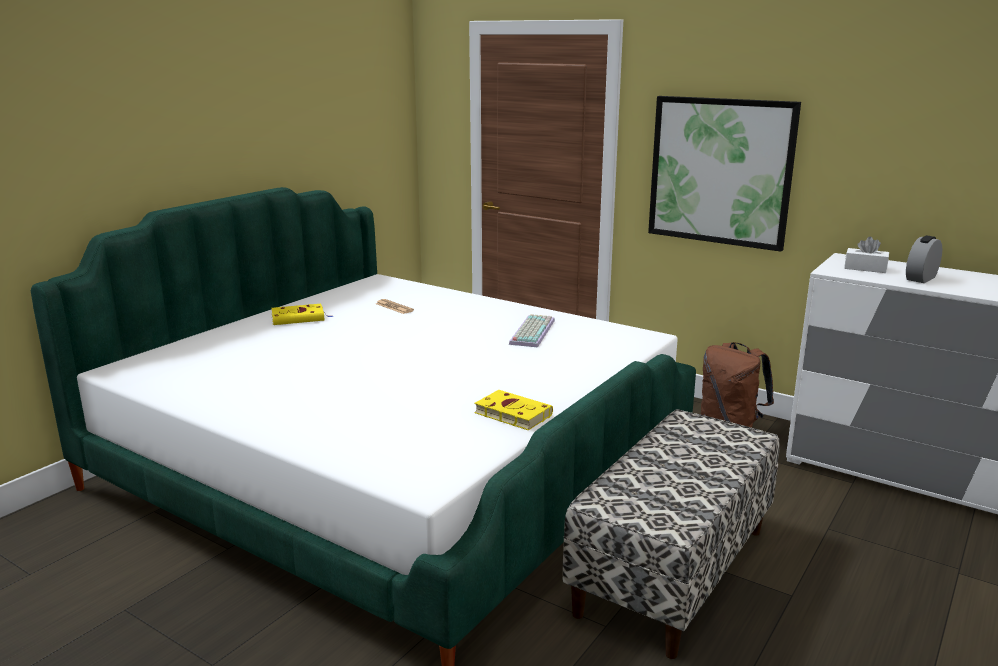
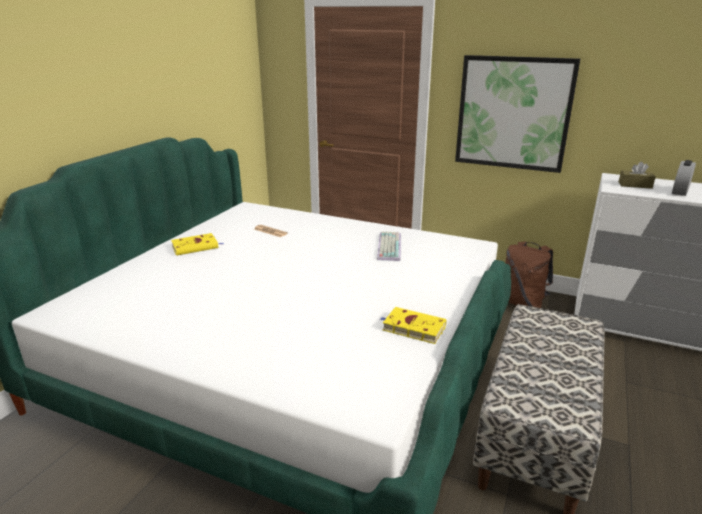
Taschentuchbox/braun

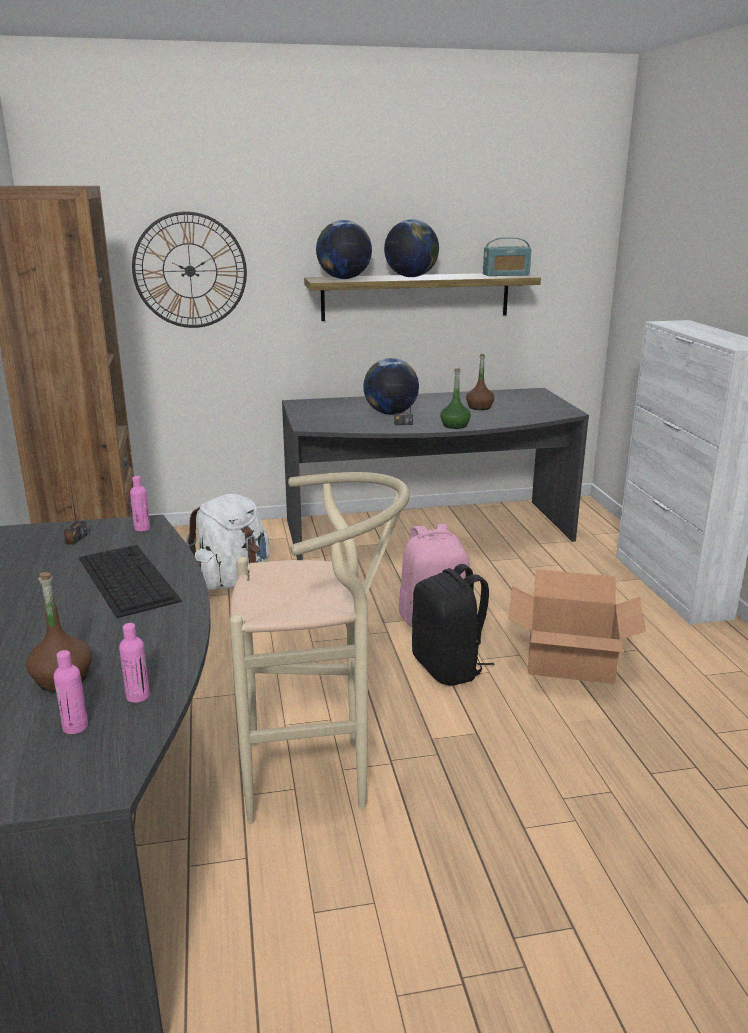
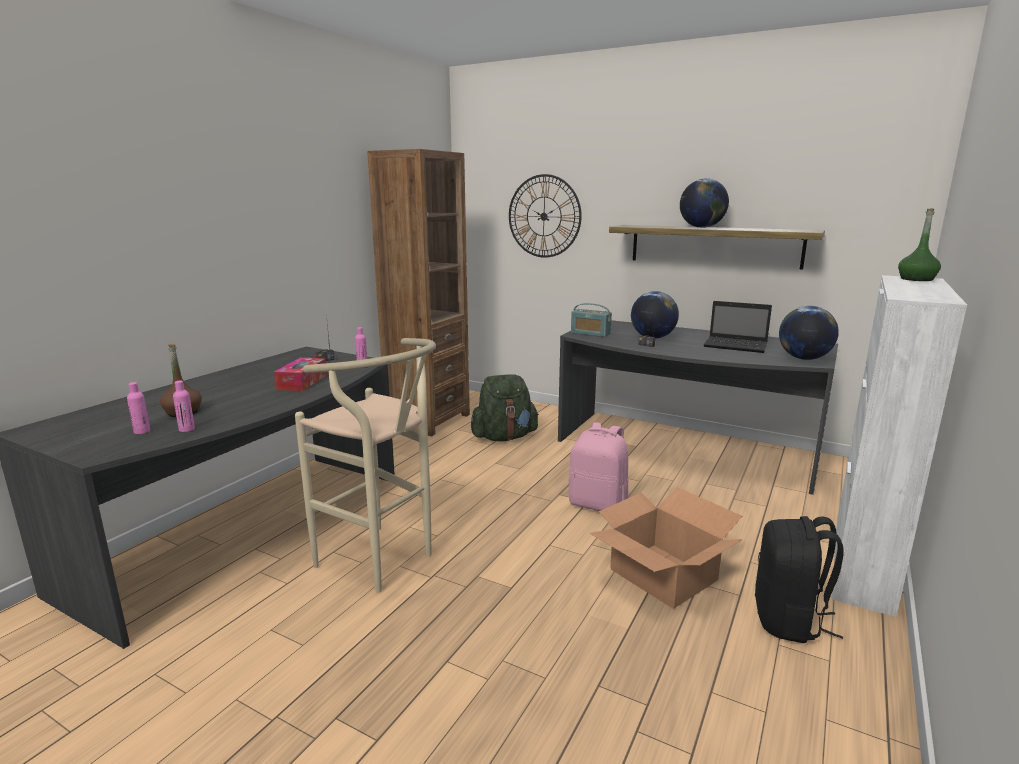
Taschentuchbox
Rucksack/grün
Radio (no. 2 from left)
Laptop
Rucksack/schwarz
Globus (no. 3 from left)
Flasche/grün

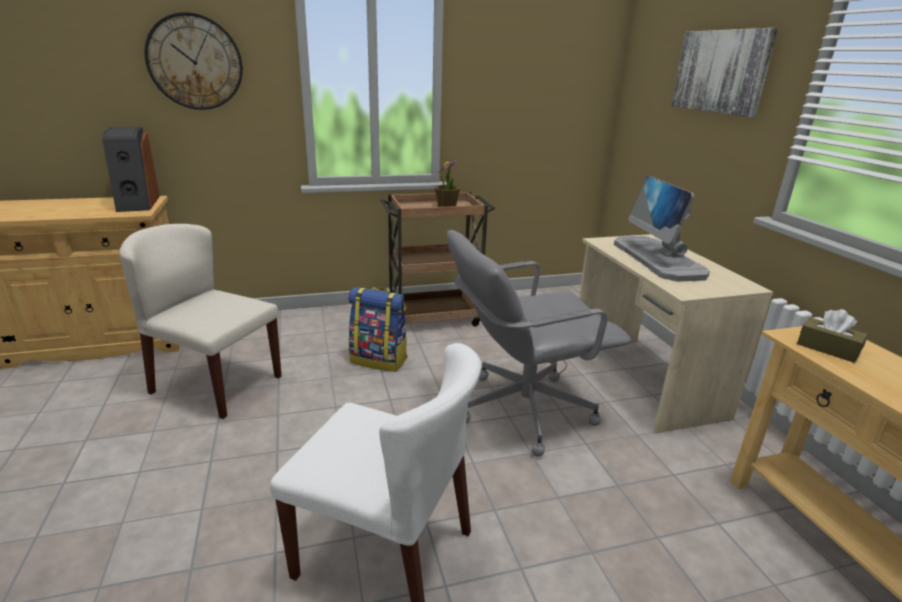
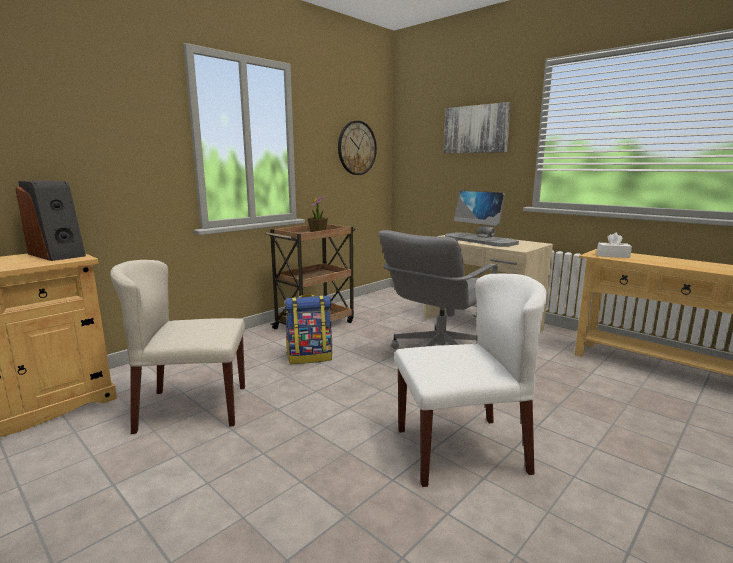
Wanduhr
Taschentuchbox/weiß

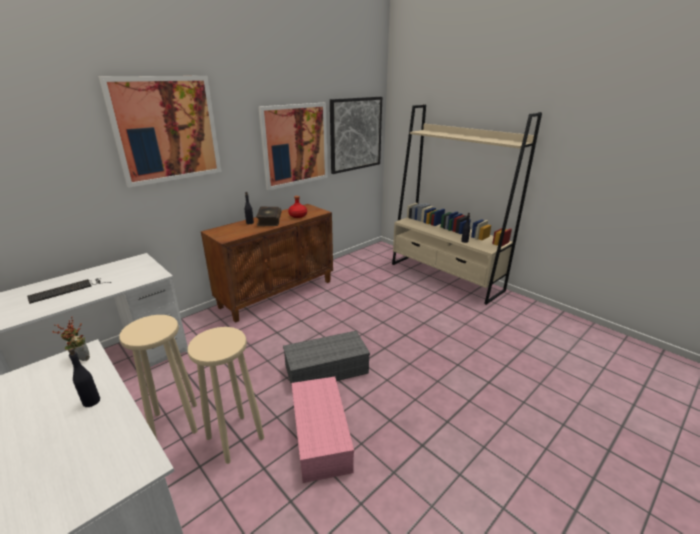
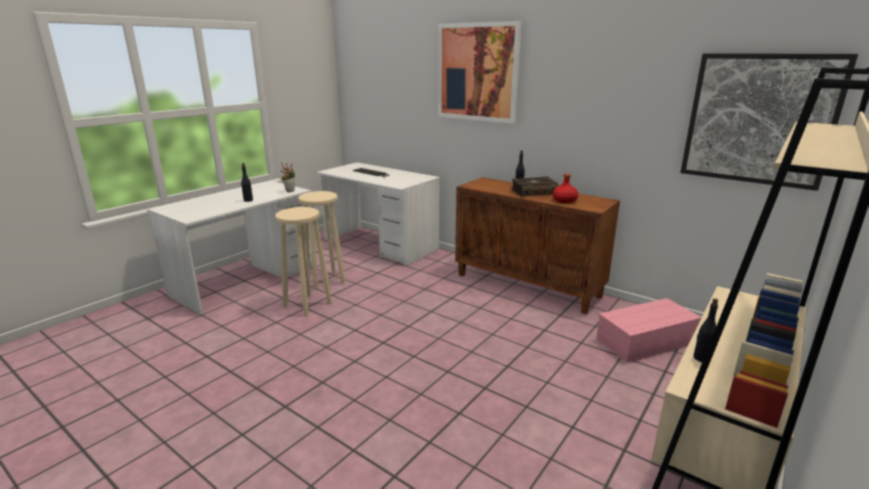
Aufbewahrungsbox/rosa
Bild (no. 2 from left in the first image)
Aufbewahrungsbox/grau

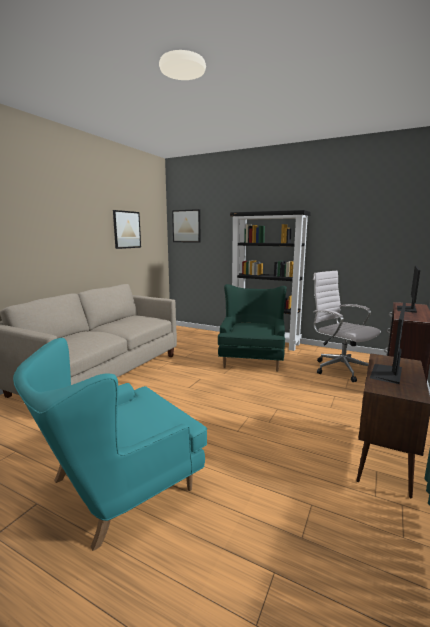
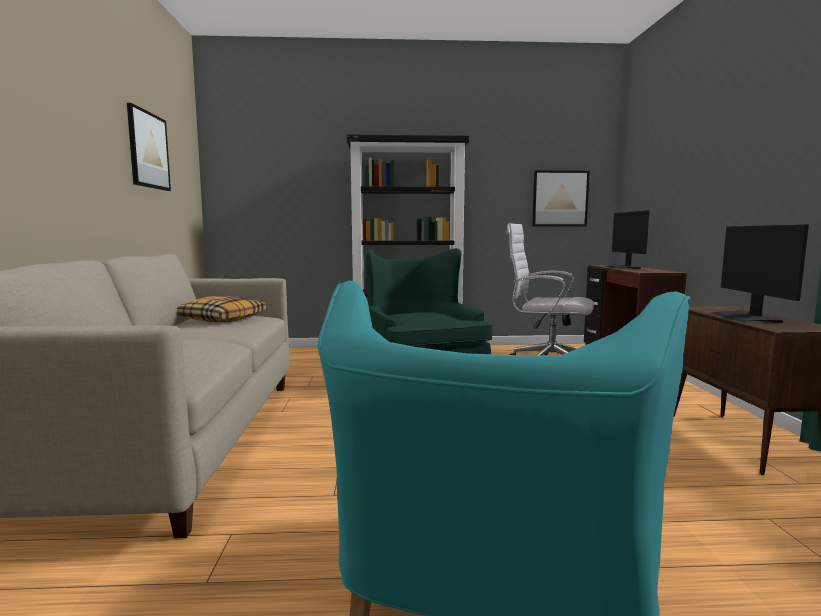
Kissen
Bild (no. 2 from left)

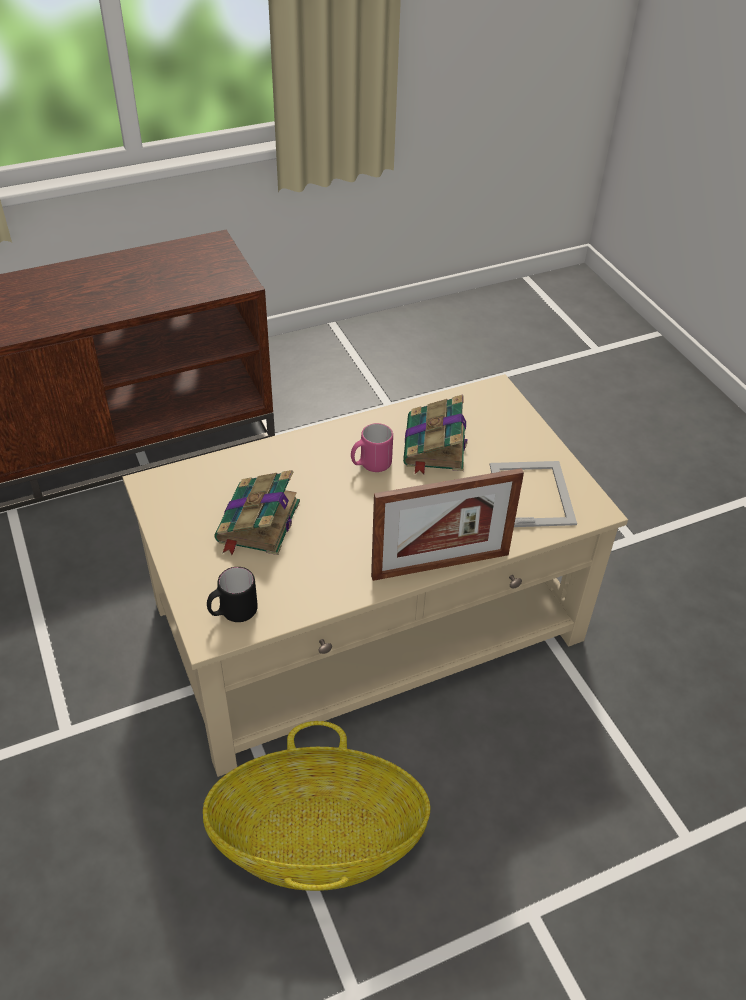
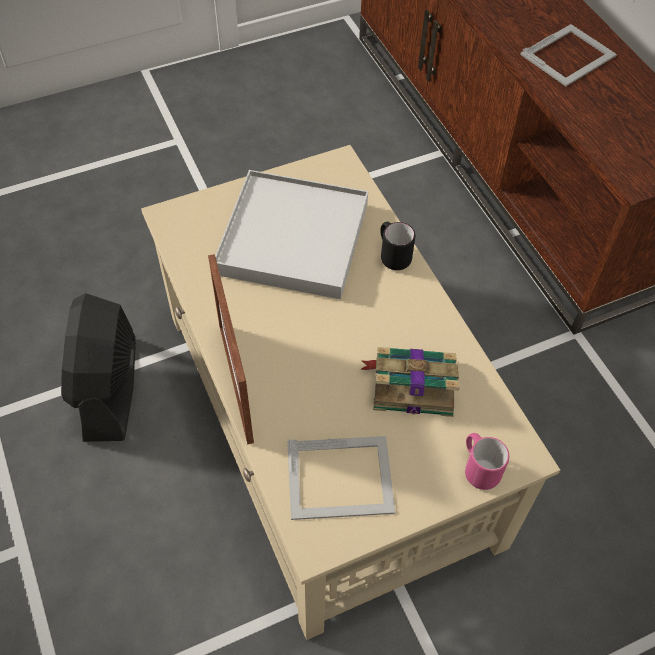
Ventilator/schwarz
Tablett/weiß
Henkelbecher/schwarz
Henkelbecher/rosa
Bilderrahmen (no. 3 from left)

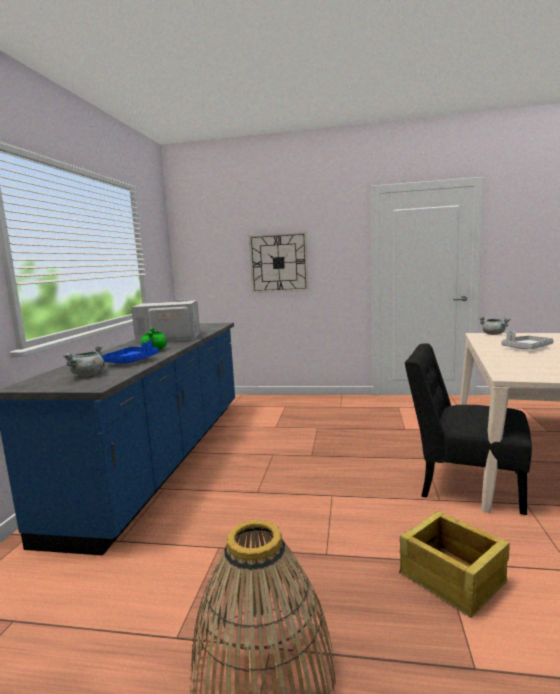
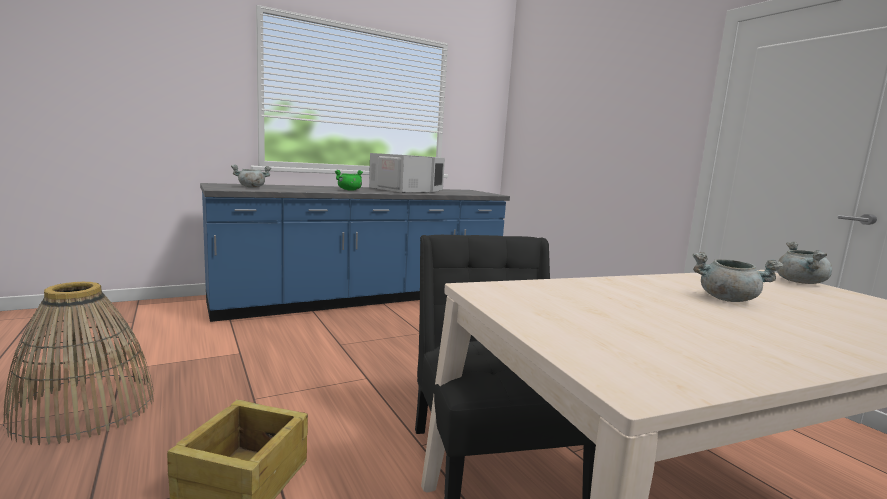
Kochtopf/grau (no. 2 from left)
Tablett/blau
Wanduhr

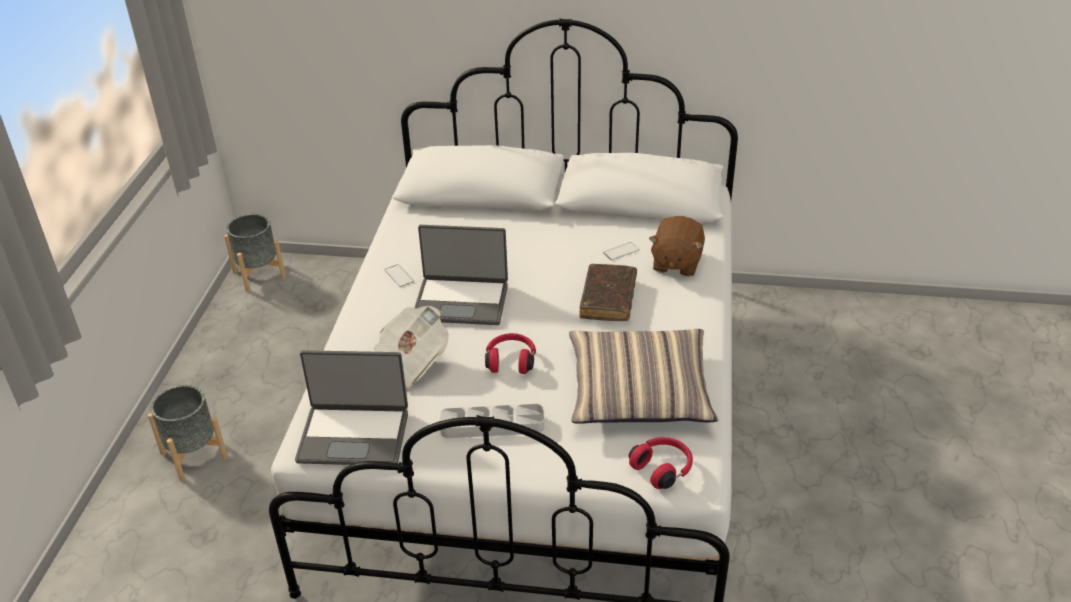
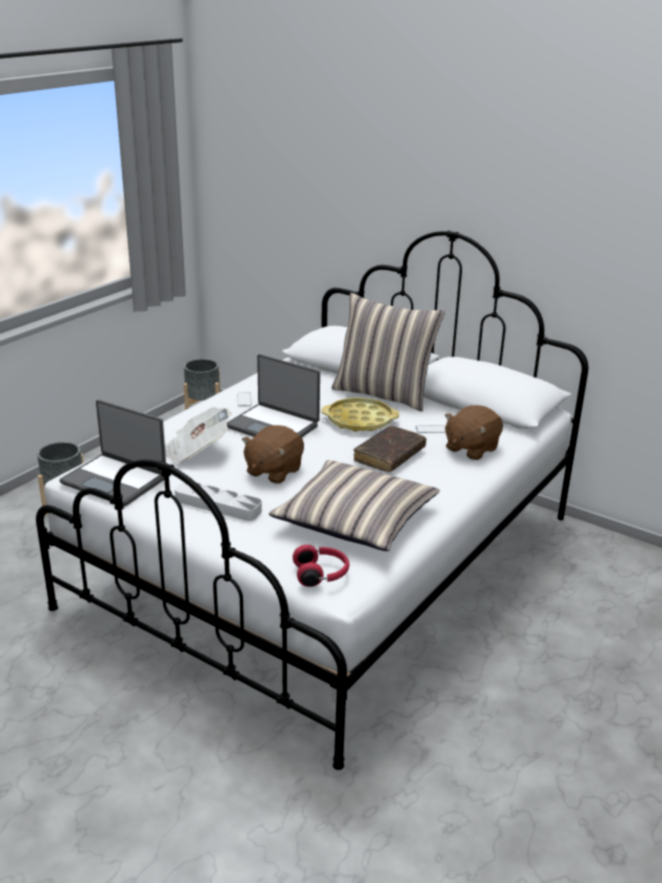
Plüschtier/braun (no. 1 from left)
Tablett/gelb
Kissen (no. 2 from left)

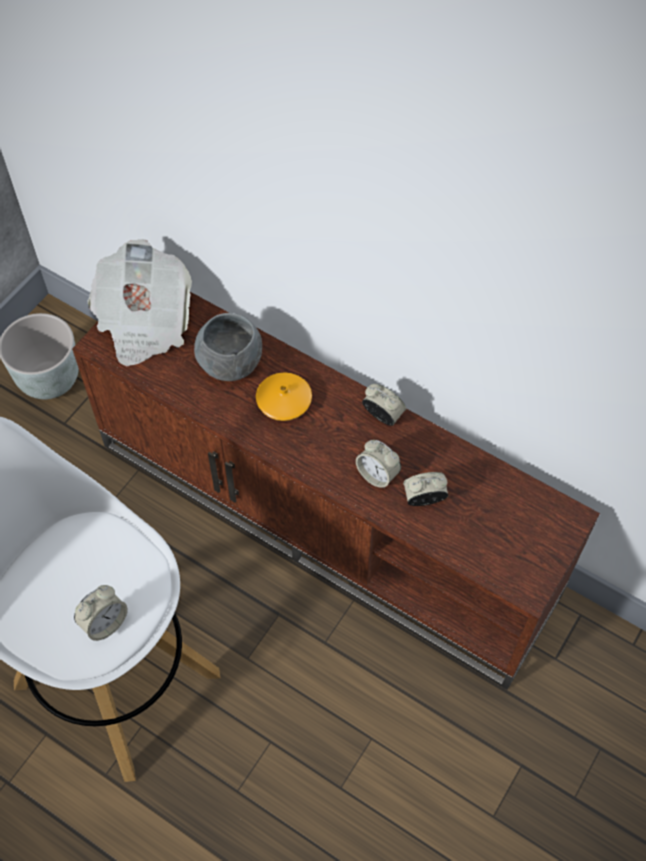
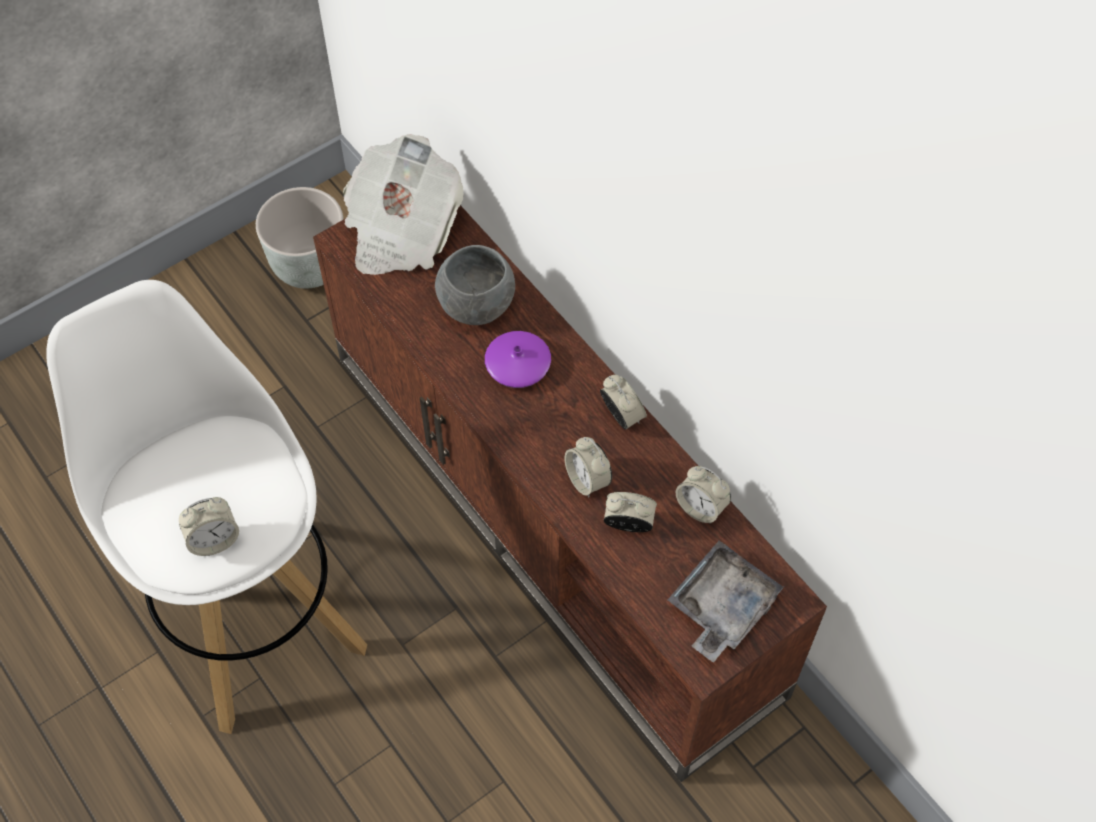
Vase/lila
Tablett/grau
Wecker (no. 5 from left)

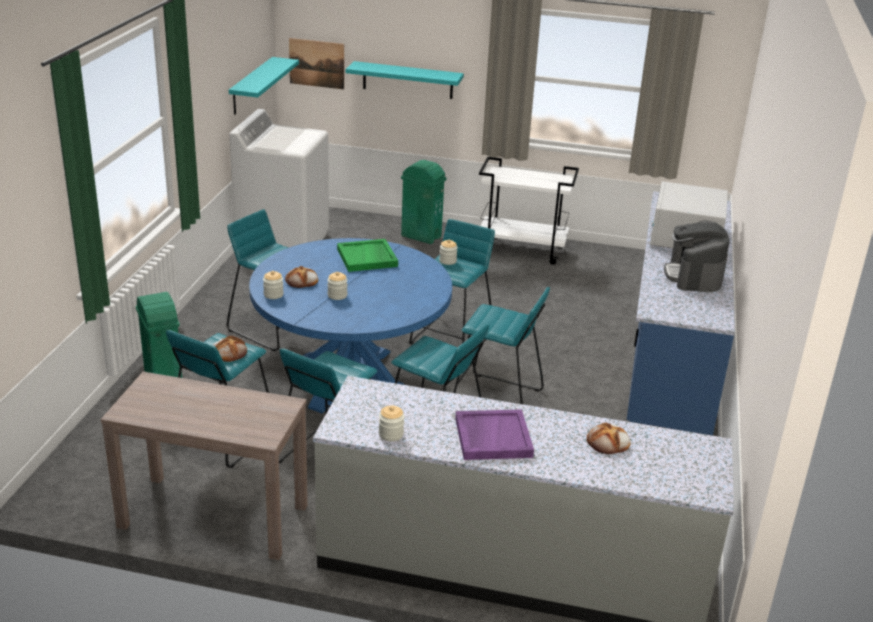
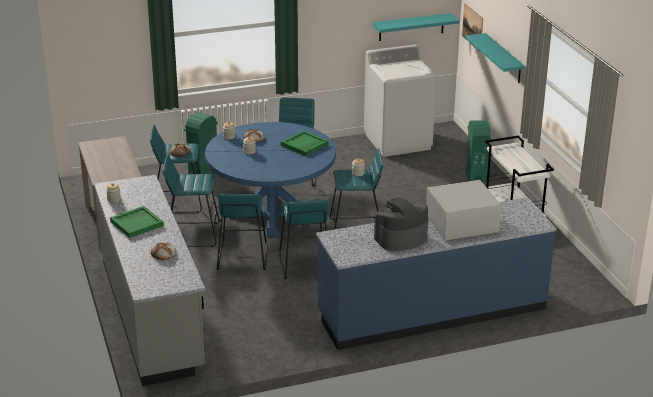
Tablett/grün (no. 1 from left)

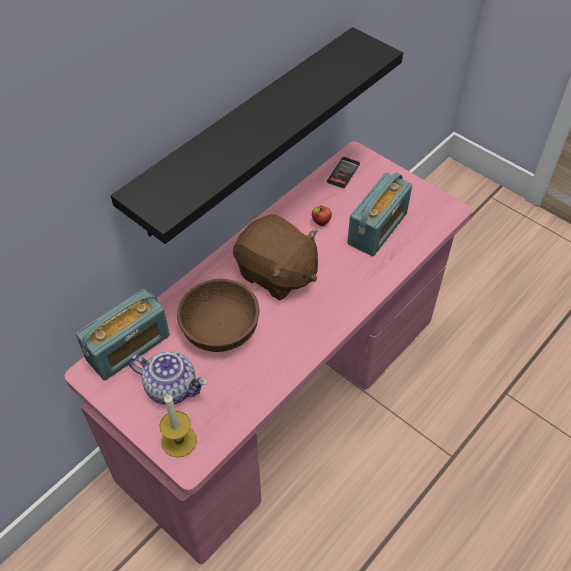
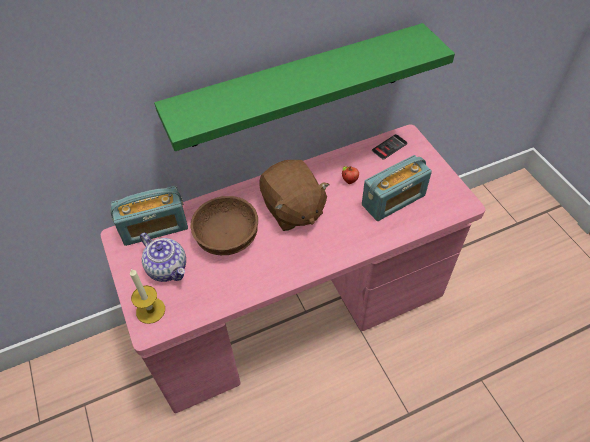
Wandregal/grün

